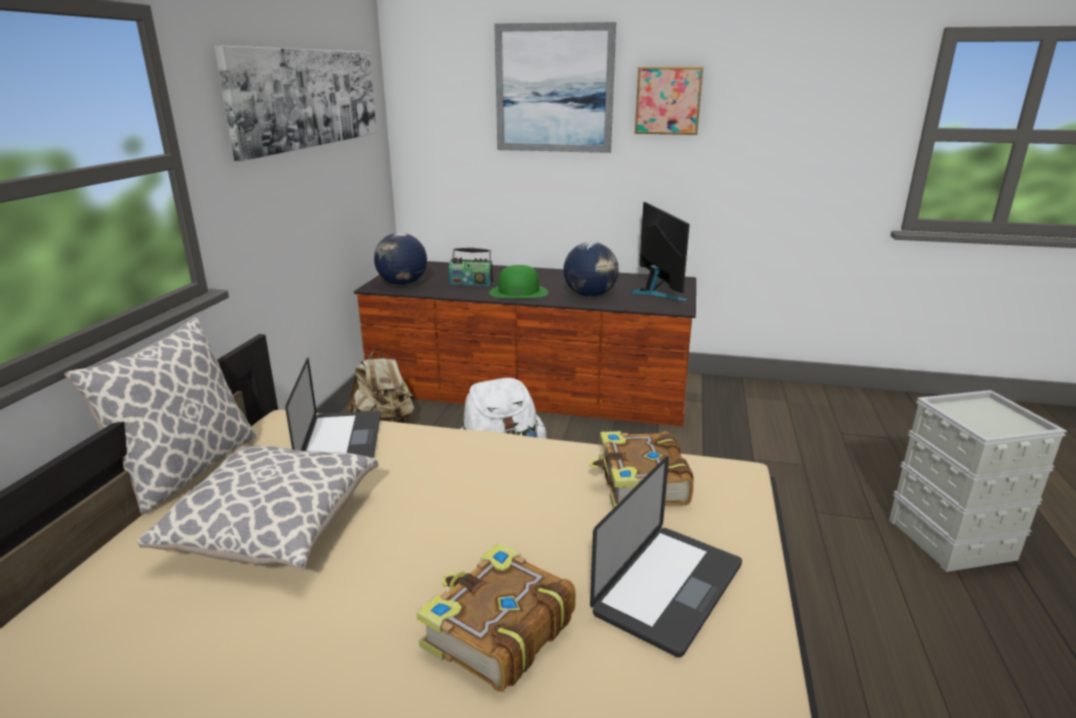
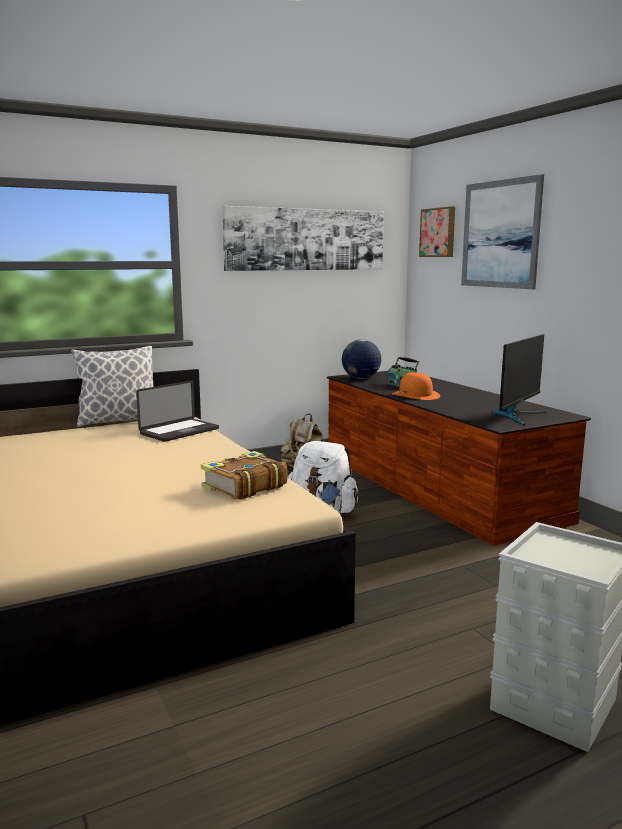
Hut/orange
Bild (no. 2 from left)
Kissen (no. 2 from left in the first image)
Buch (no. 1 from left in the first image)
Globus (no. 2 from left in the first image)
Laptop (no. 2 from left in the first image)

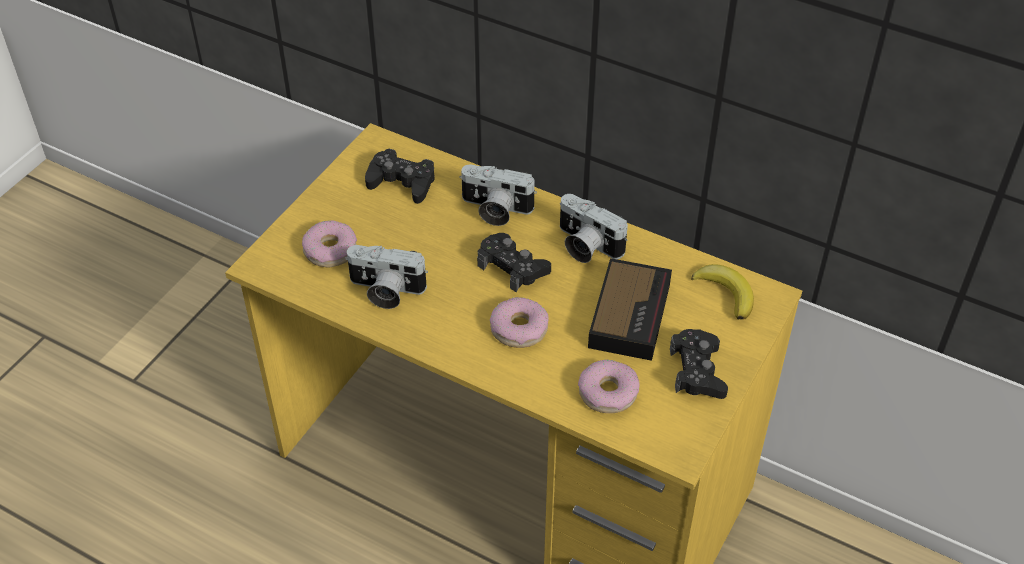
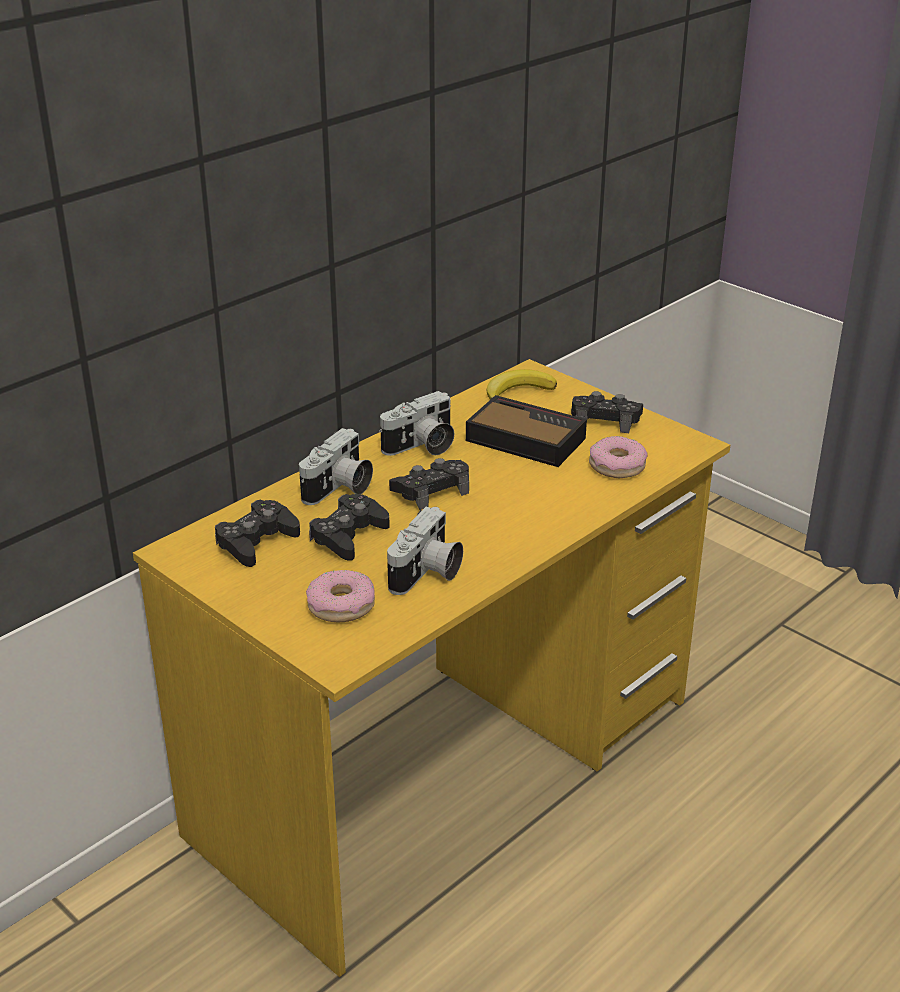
Gamepad/schwarz (no. 2 from left)
Donut (no. 2 from left in the first image)

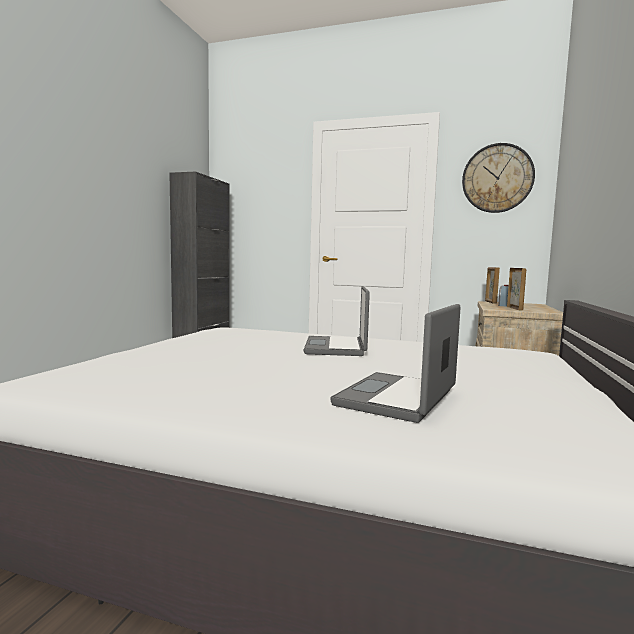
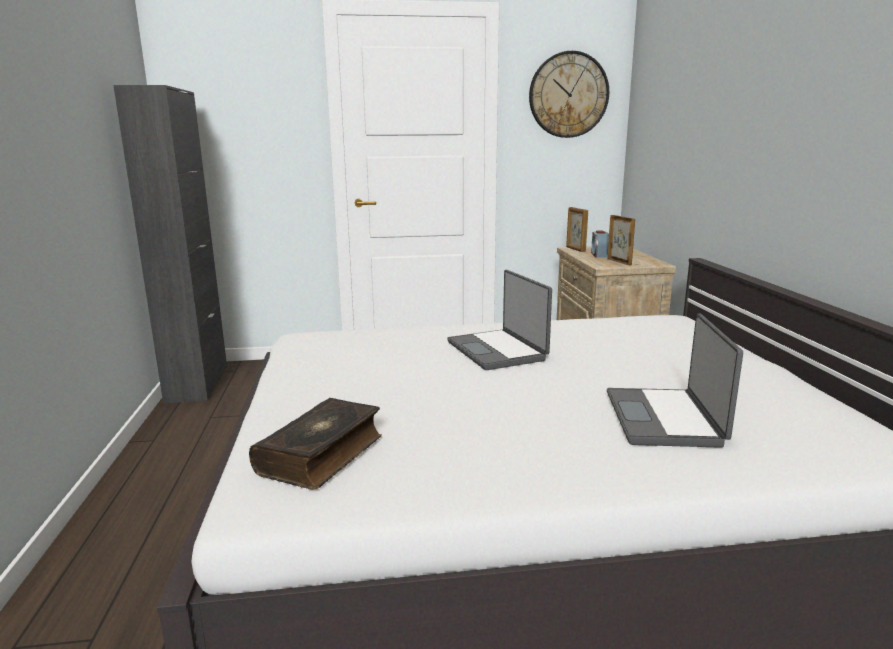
Buch

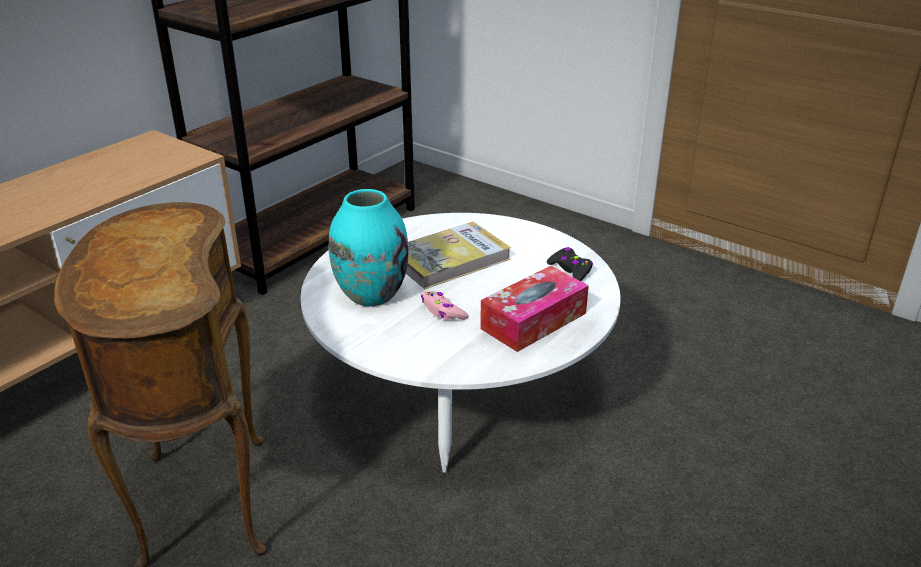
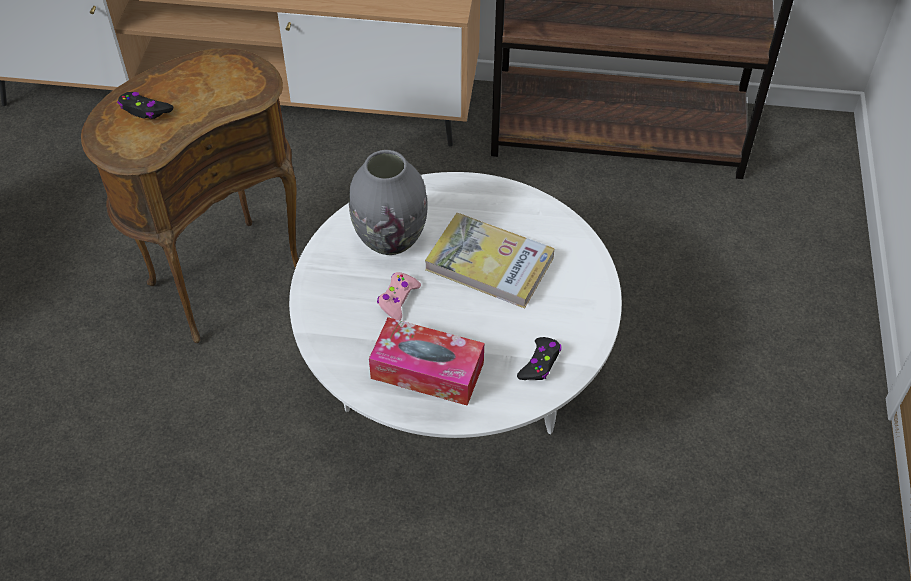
Gamepad/schwarz (no. 1 from left)
Vase/grau

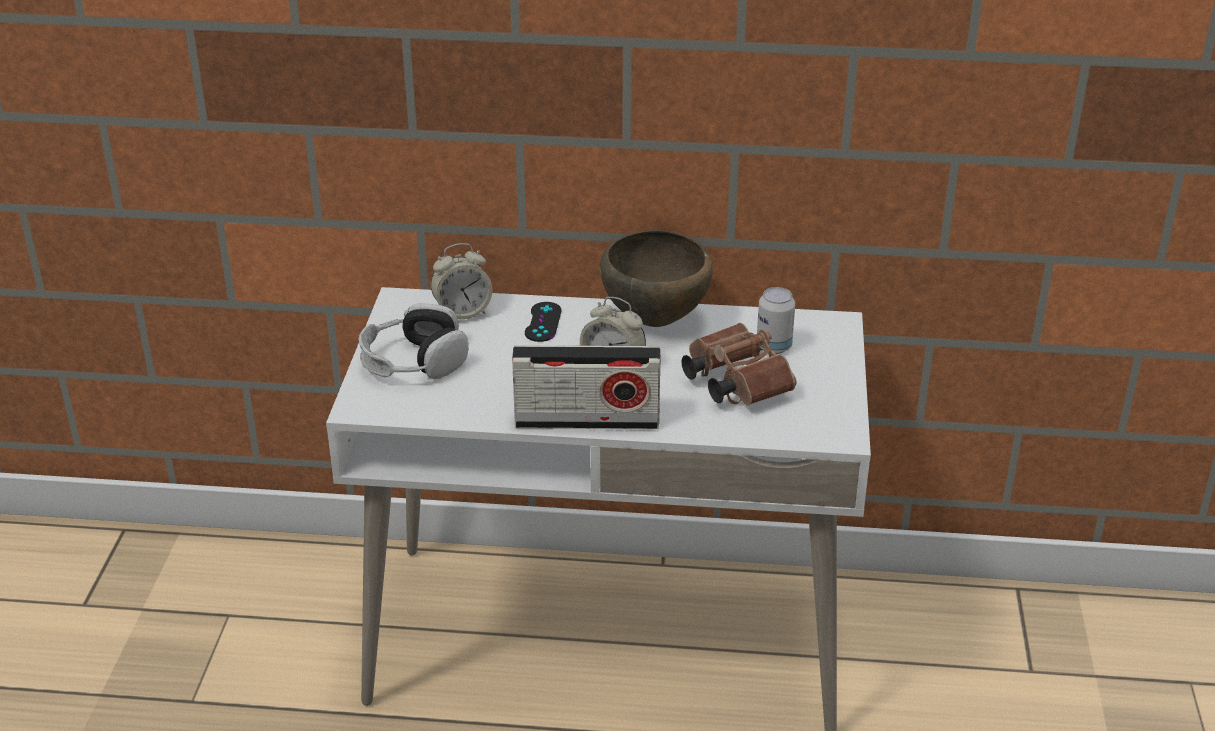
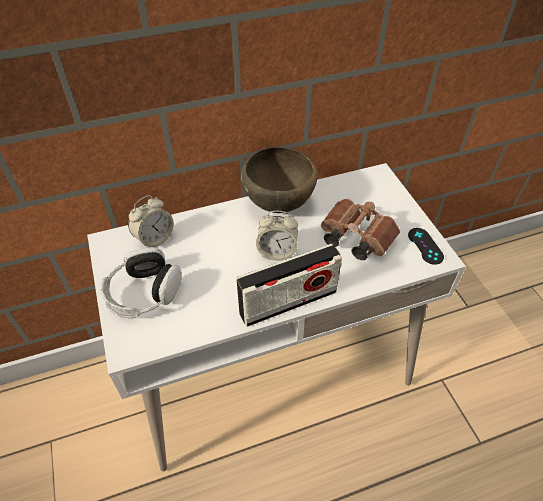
Gamepad/schwarz
Dose

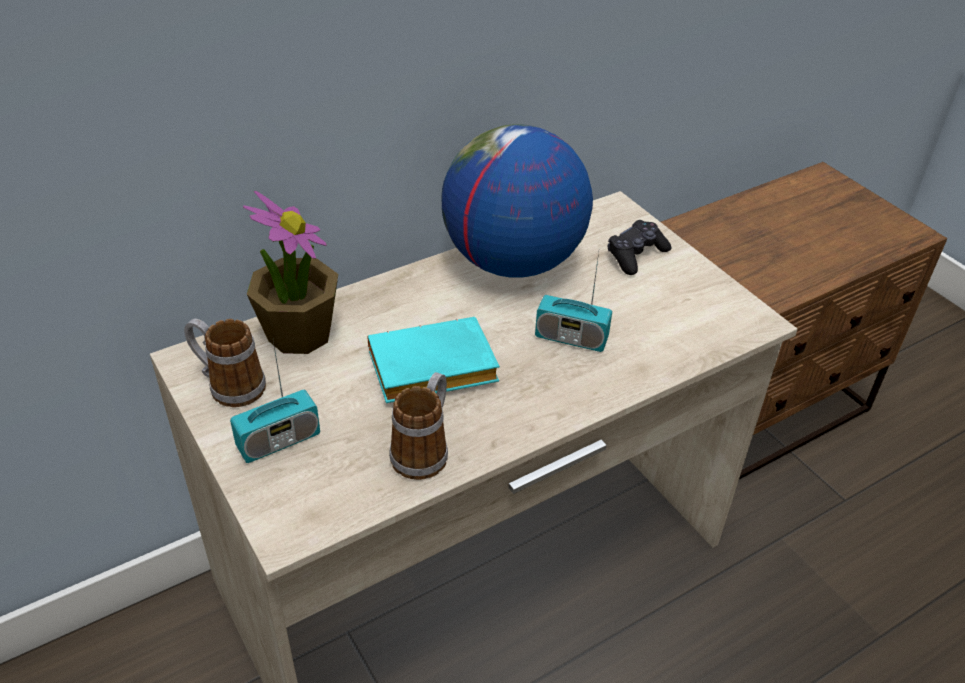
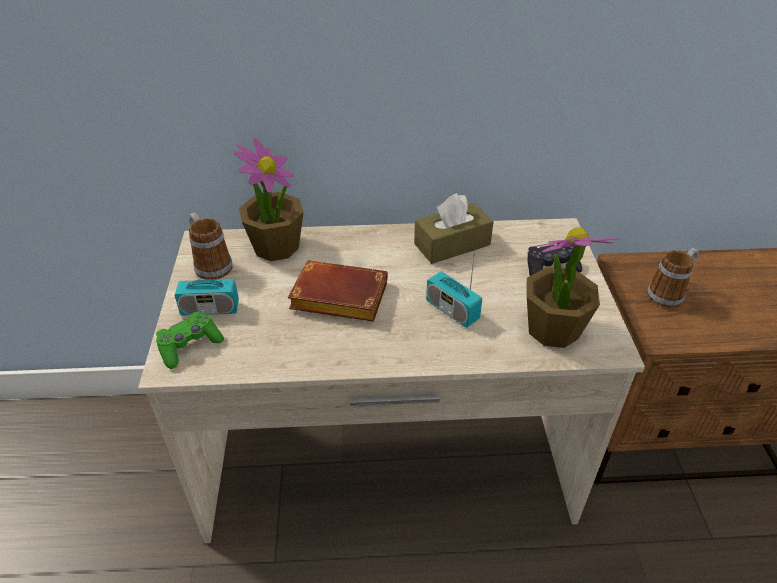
Gamepad/grün
Buch/braun
Taschentuchbox/braun
Topfpflanze (no. 2 from left)
Henkelbecher (no. 2 from left)

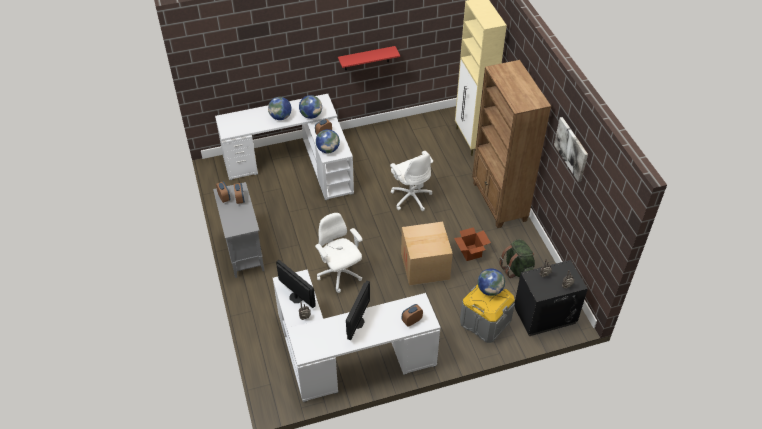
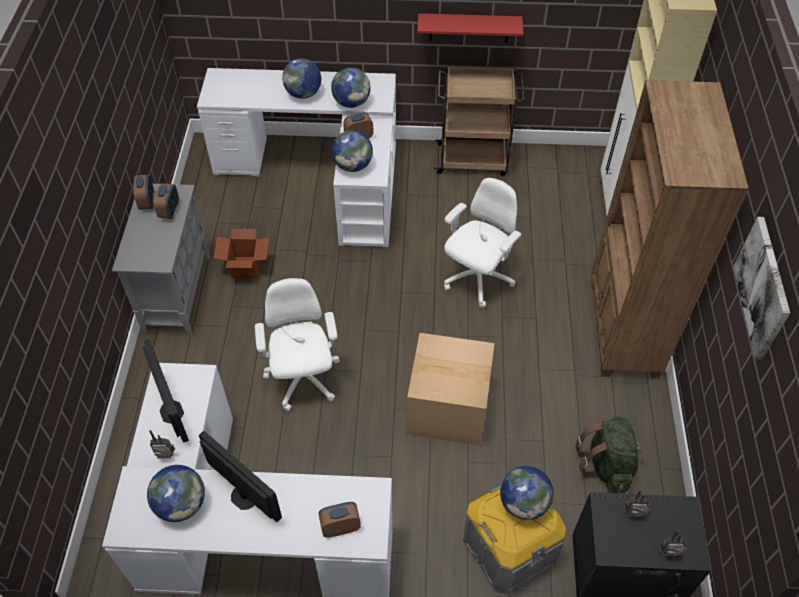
Globus (no. 1 from left)
Monitor (no. 2 from left)
Karton (no. 1 from left)
Rollwagen/braun
Bürostuhl/weiß (no. 2 from left)

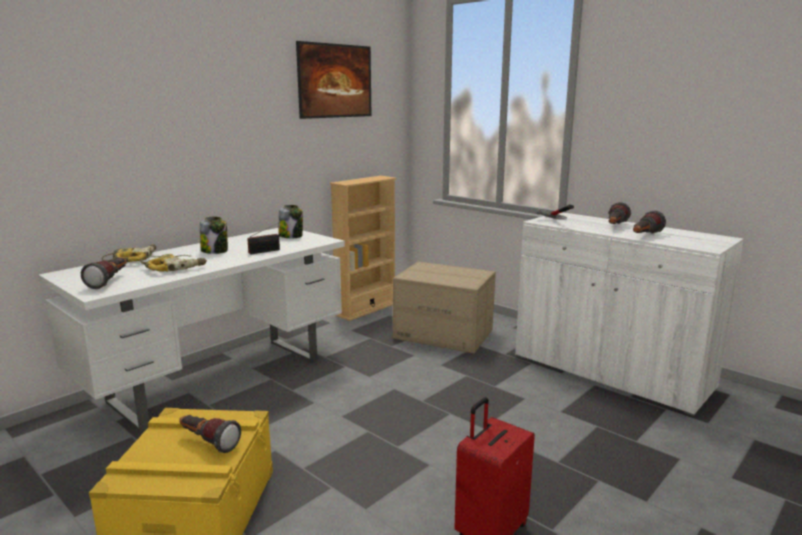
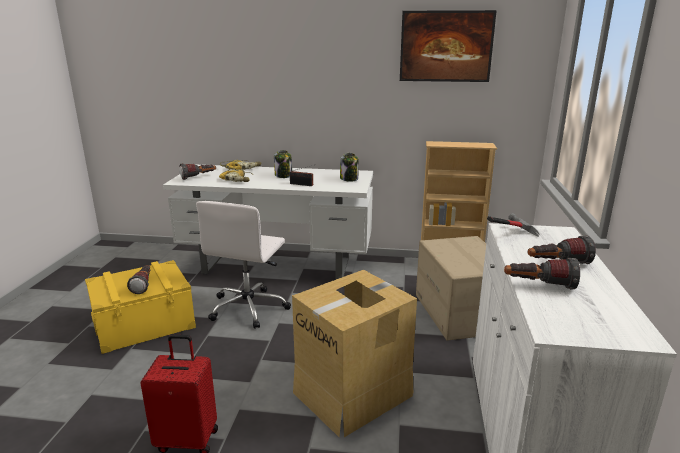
Bürostuhl/weiß
Karton (no. 1 from left)

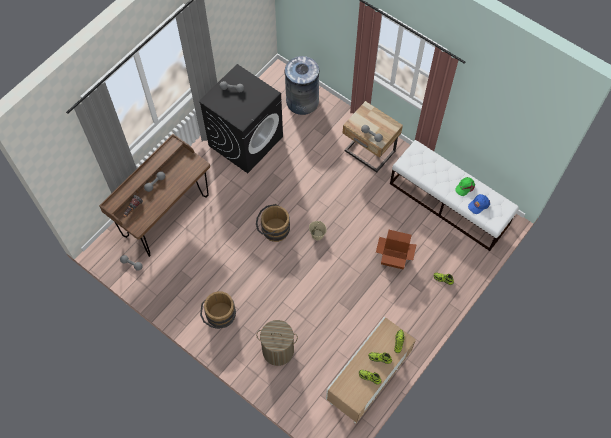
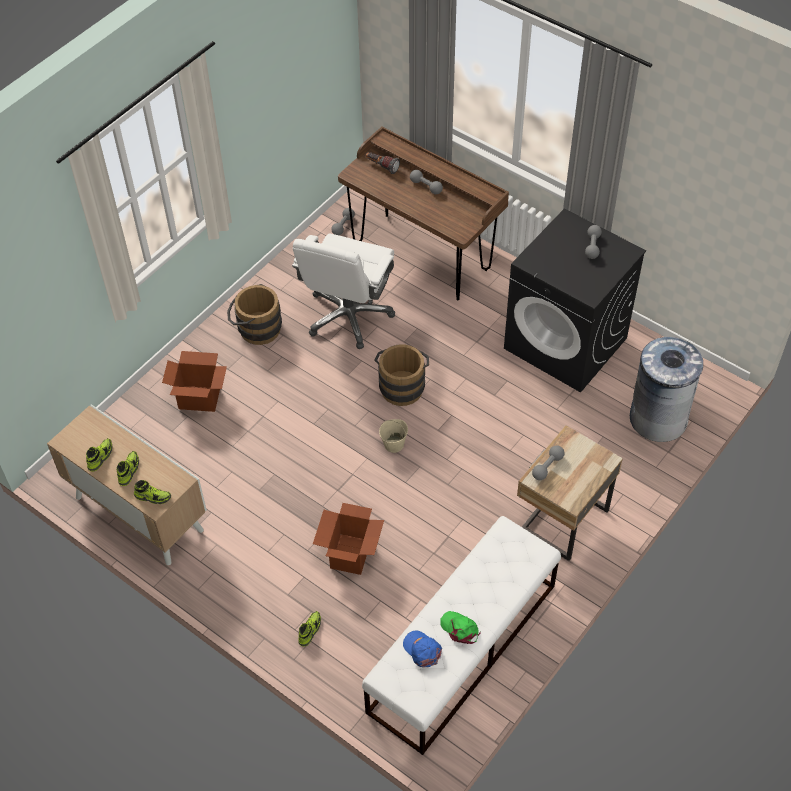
Karton (no. 1 from left)
Bürostuhl/weiß

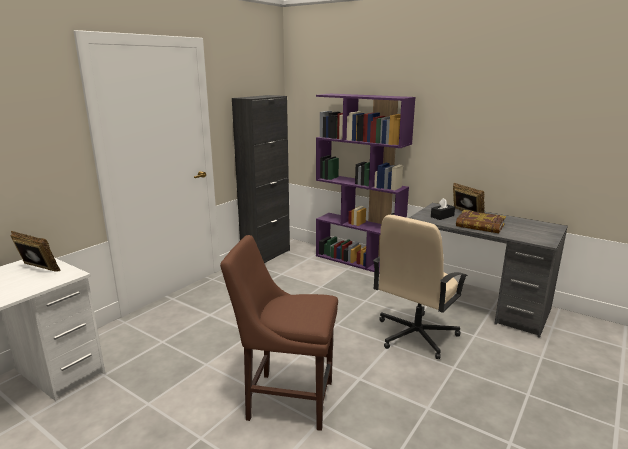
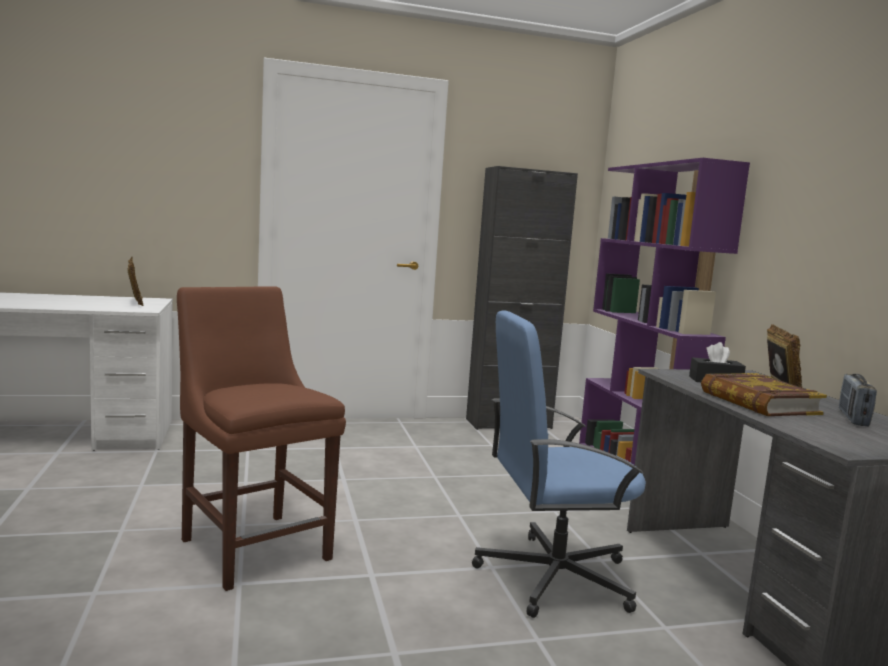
Bürostuhl/blau
Radio

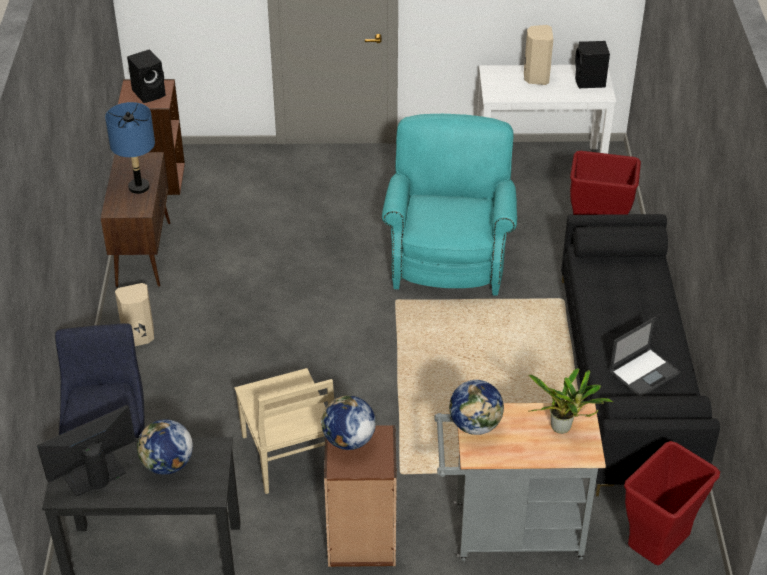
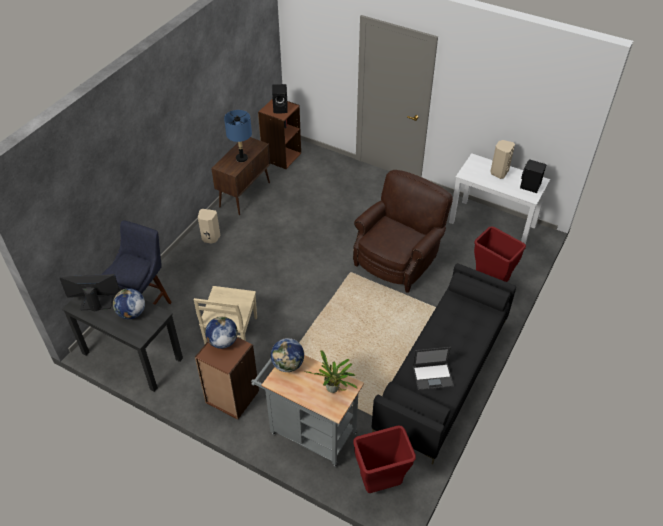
Sessel/braun

